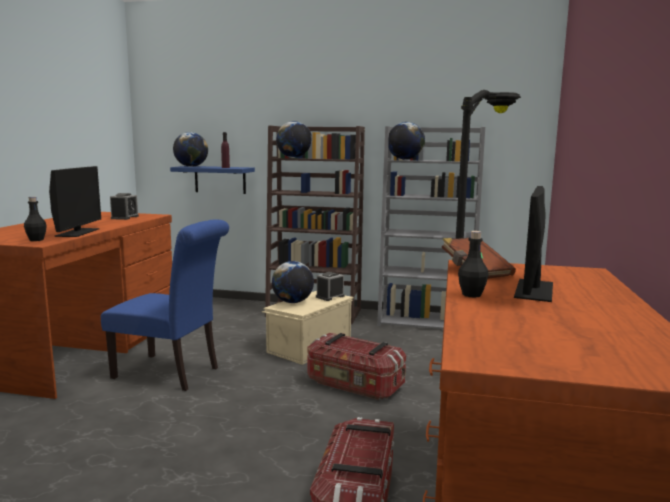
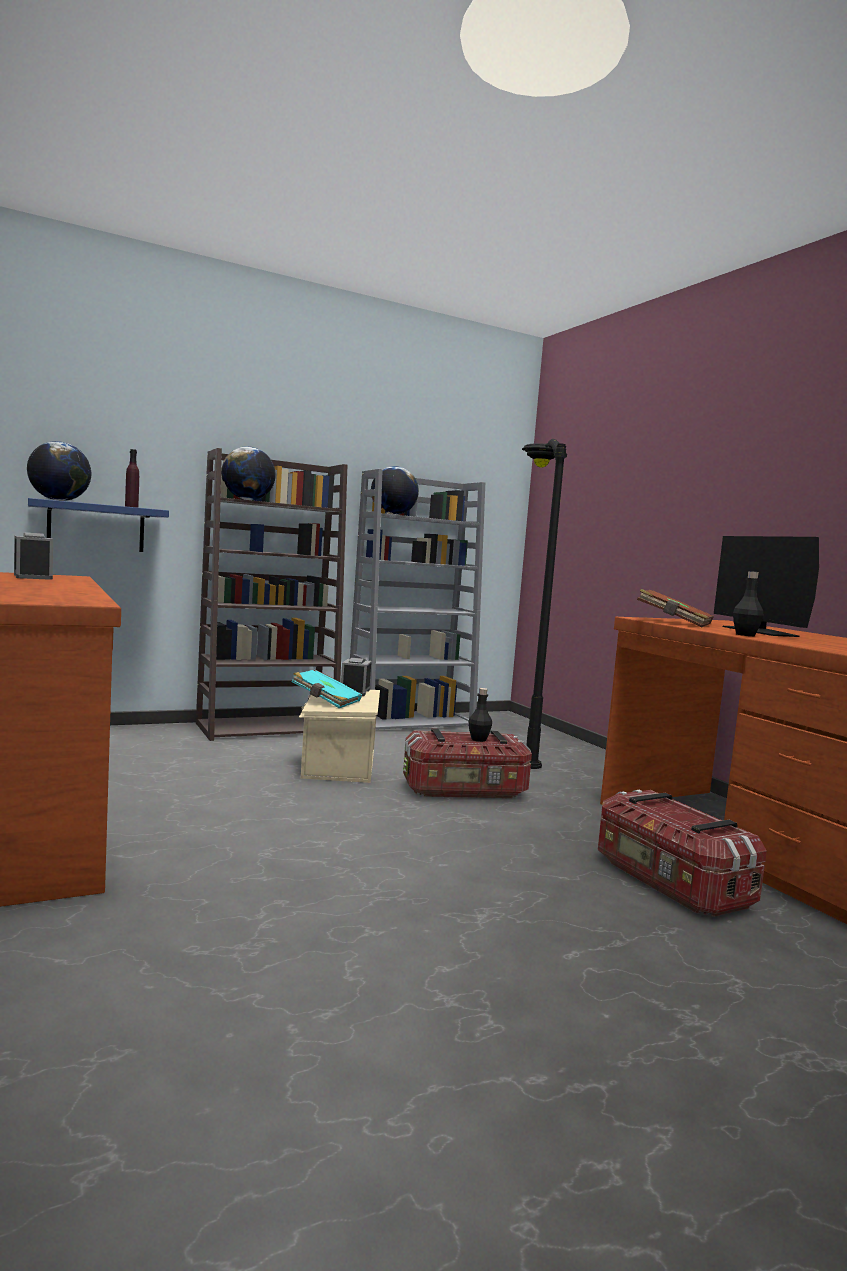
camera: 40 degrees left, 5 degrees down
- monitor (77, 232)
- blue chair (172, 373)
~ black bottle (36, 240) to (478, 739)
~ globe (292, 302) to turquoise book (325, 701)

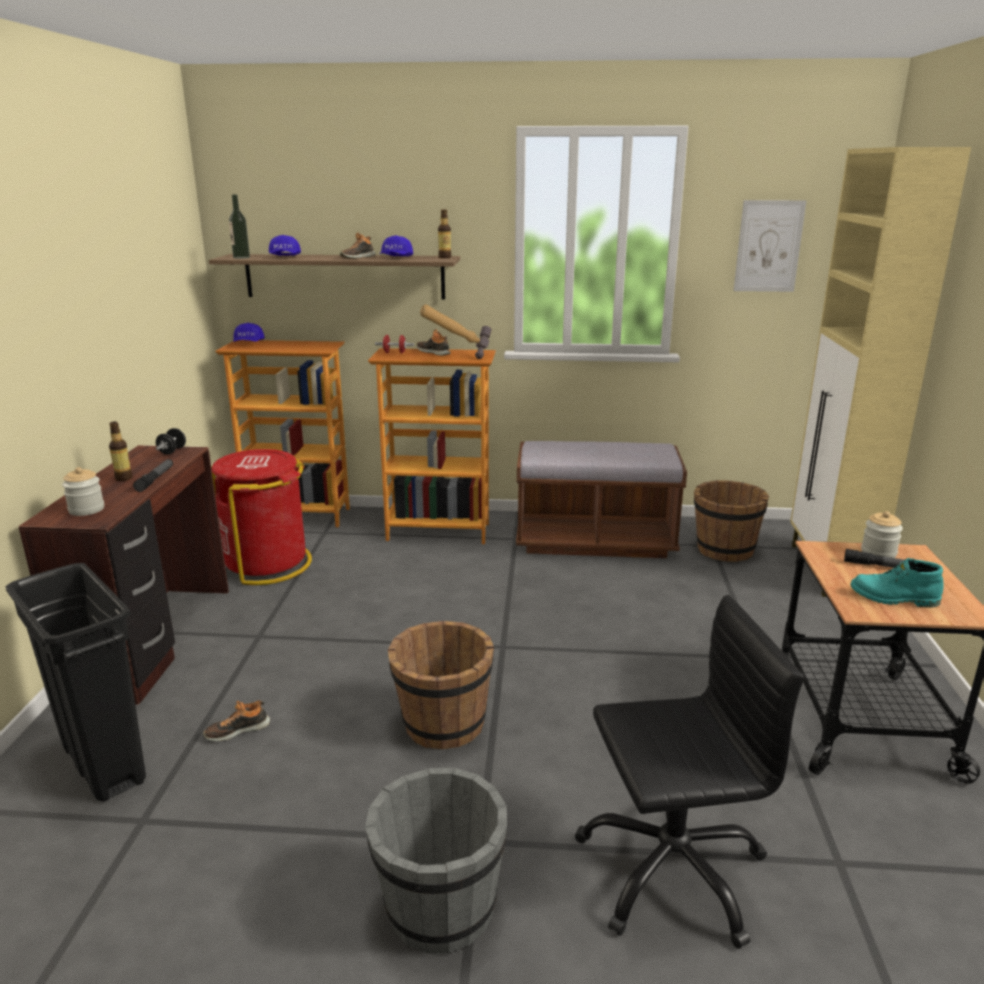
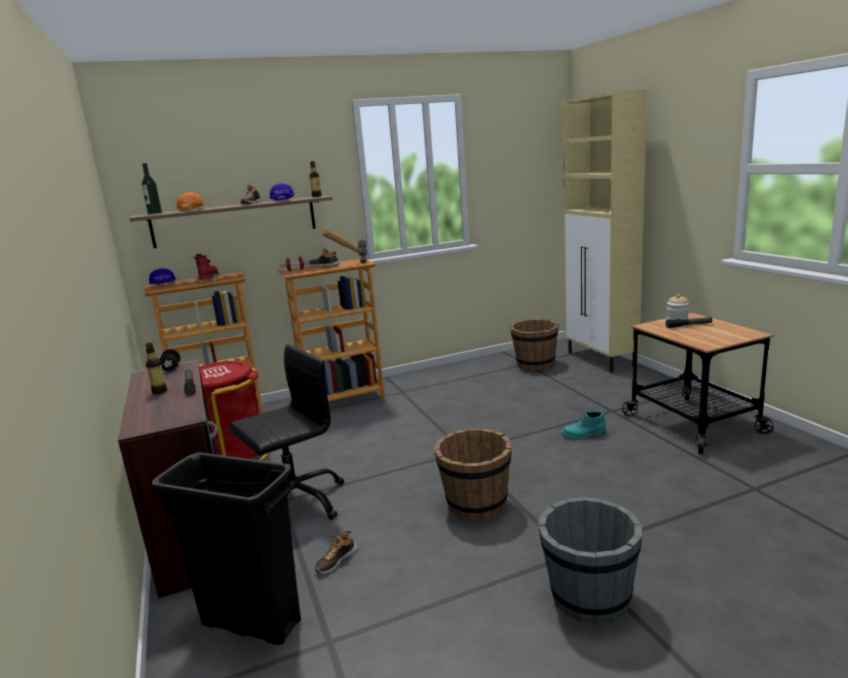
camera: 25 degrees left, 5 degrees down
- jar (86, 509)
- brown bench (594, 541)
- picture (768, 246)
+ red boot (209, 280)
~ black office chair (671, 869) to (294, 503)
~ turquoise boot (893, 598) to (583, 435)
~ blue cap (284, 257) to orange cap (192, 210)

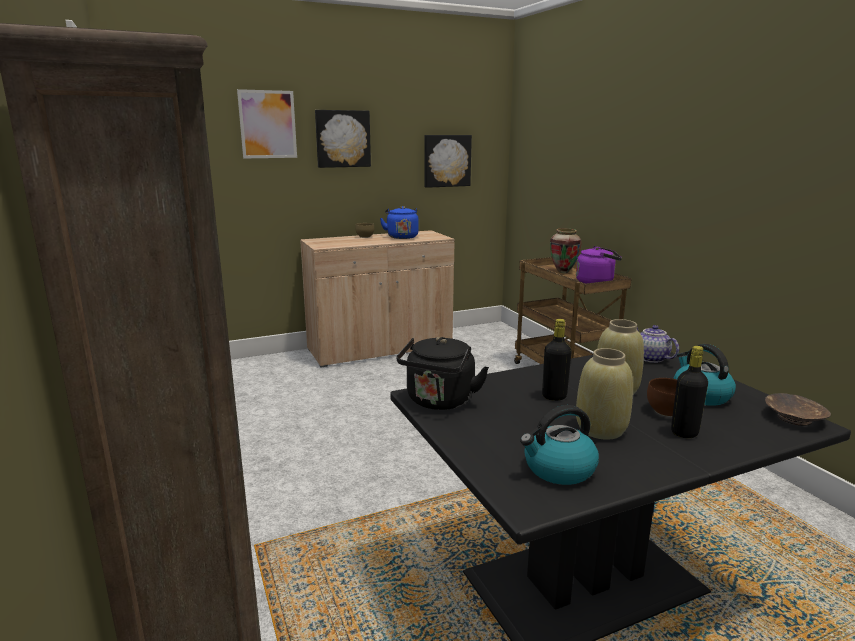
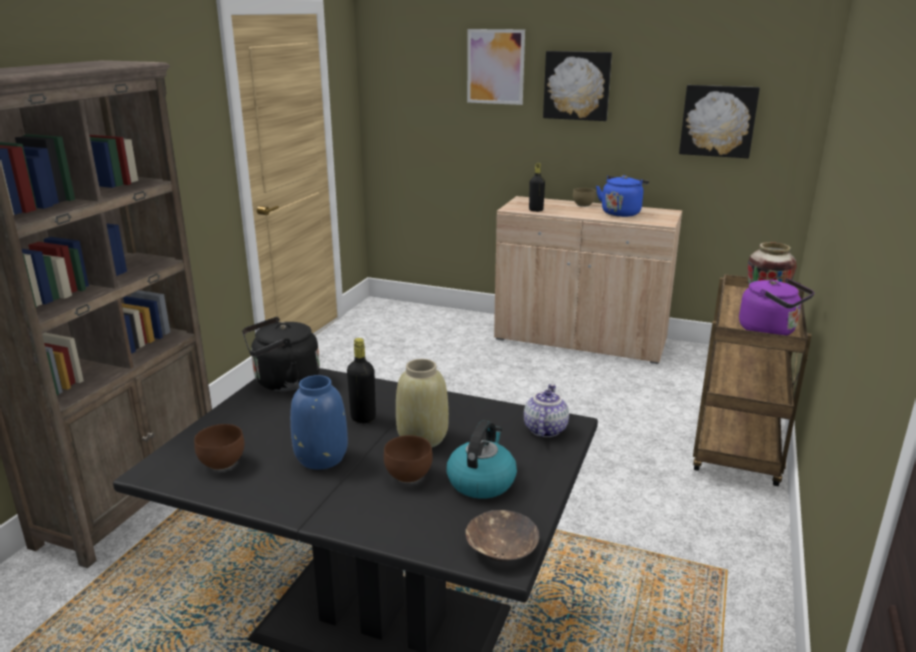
camera: 45 degrees right, 5 degrees up
~ black bottle (684, 433) to (536, 210)
~ kettle (558, 469) to brown bowl (222, 464)
~ beige vase (600, 429) to blue vase (322, 457)

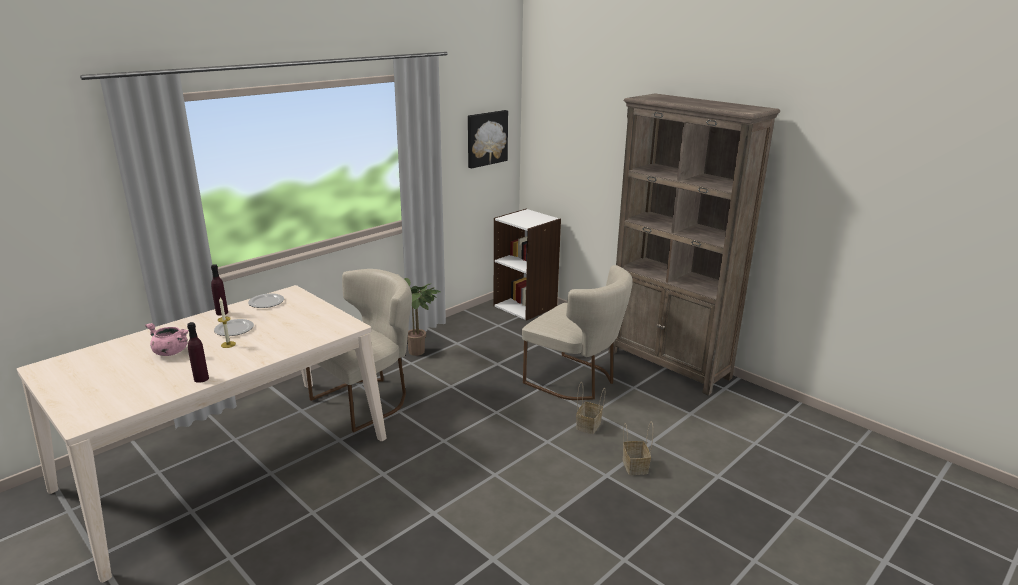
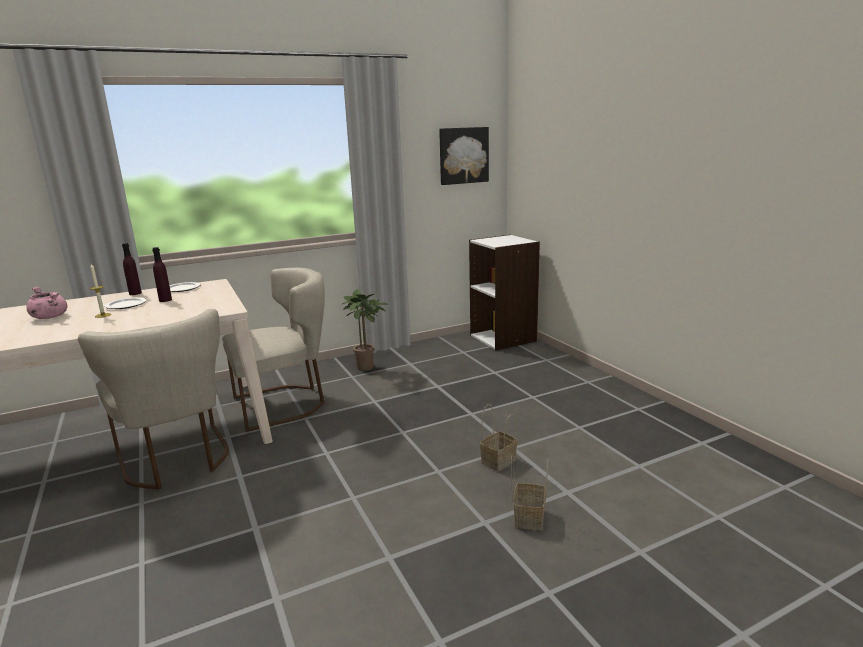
camera: 20 degrees right, 5 degrees down
- brown bookcase (669, 365)
~ purple bottle (201, 379) to (165, 300)
~ beige chair (576, 381) to (177, 461)

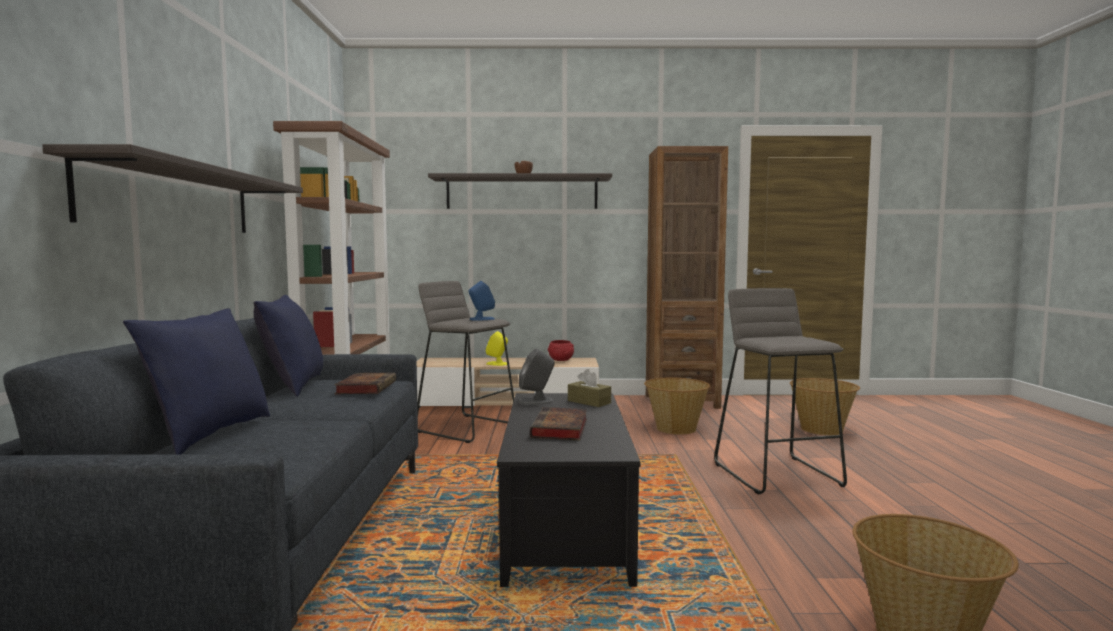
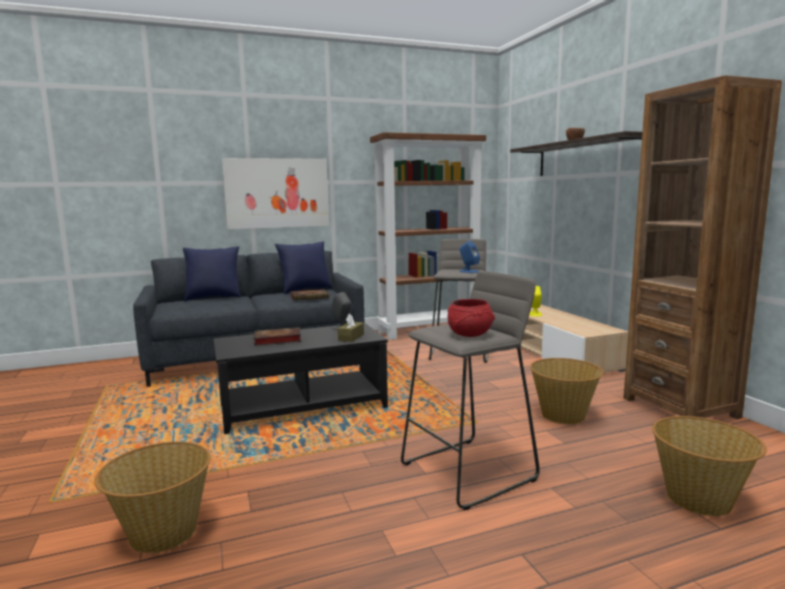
camera: 70 degrees right, 5 degrees up
~ red bowl (561, 360) to (470, 334)
~ shelf (174, 200) to picture (277, 193)

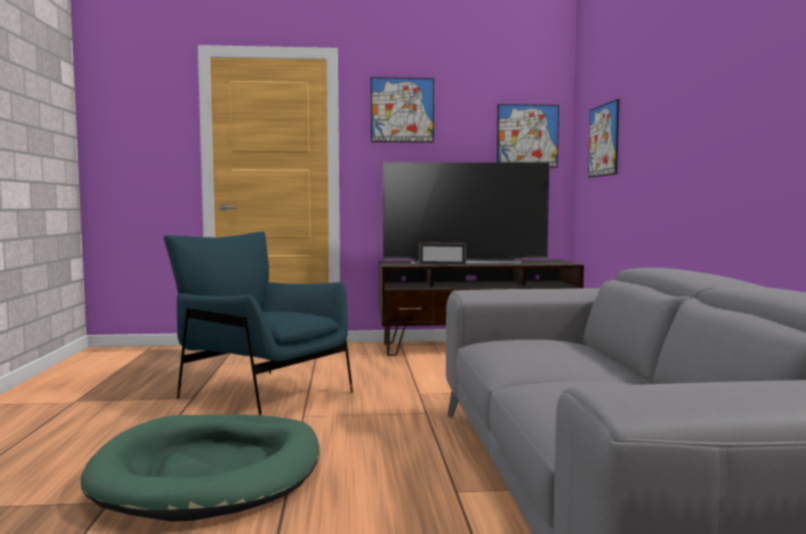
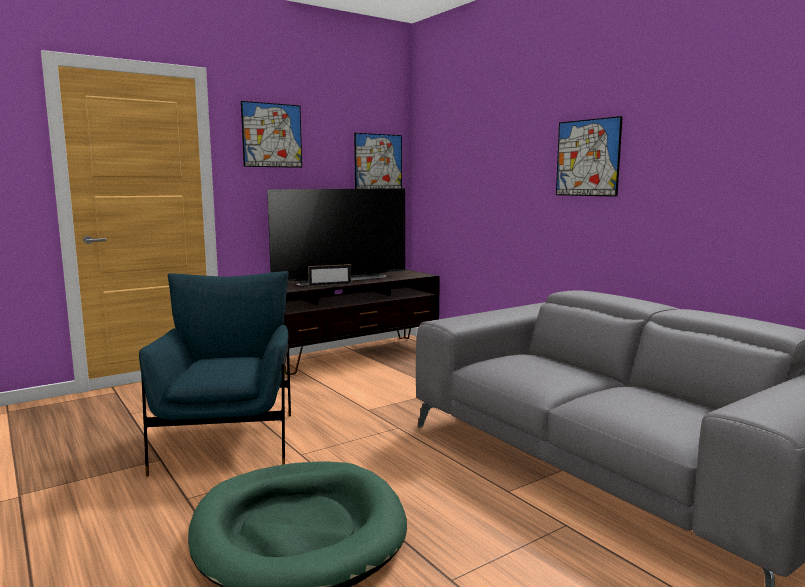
camera: 30 degrees left, 5 degrees up
~ picture (603, 140) to (587, 158)
~ blue armchair (262, 394) = (228, 440) 75 degrees clockwise

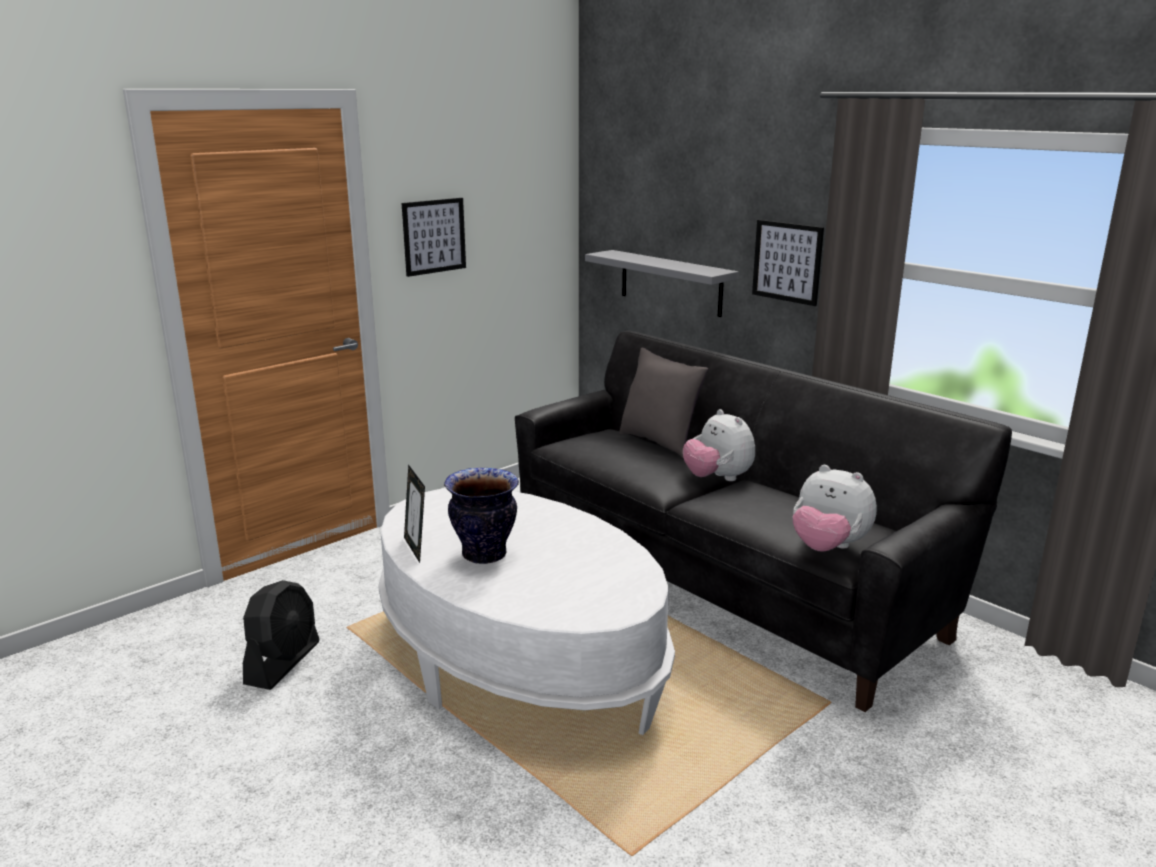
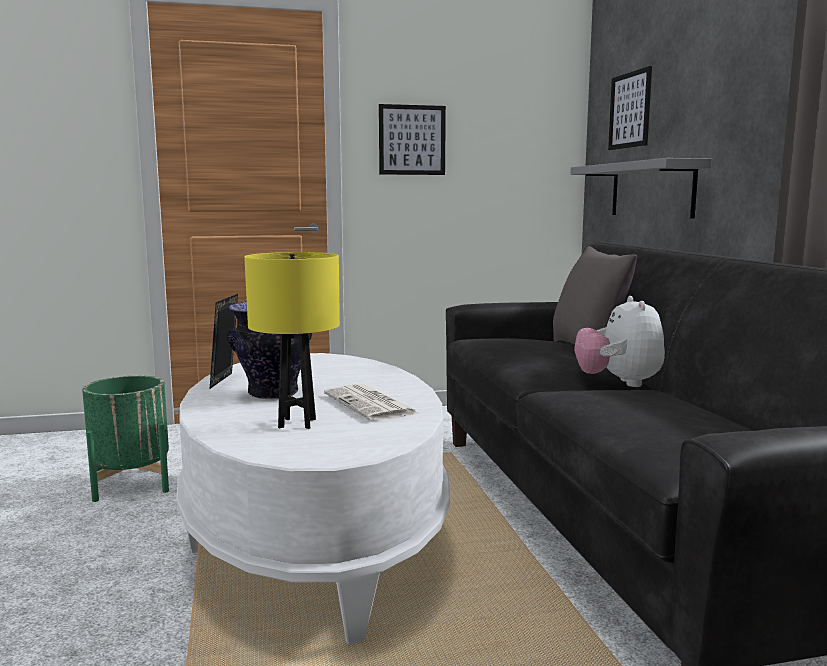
camera: 30 degrees right, 10 degrees down
- plush toy (828, 547)
+ yellow table lamp (297, 423)
+ newspaper (371, 404)
~ picture (787, 262) to (630, 110)
~ black fan (283, 663) to green planter (131, 484)

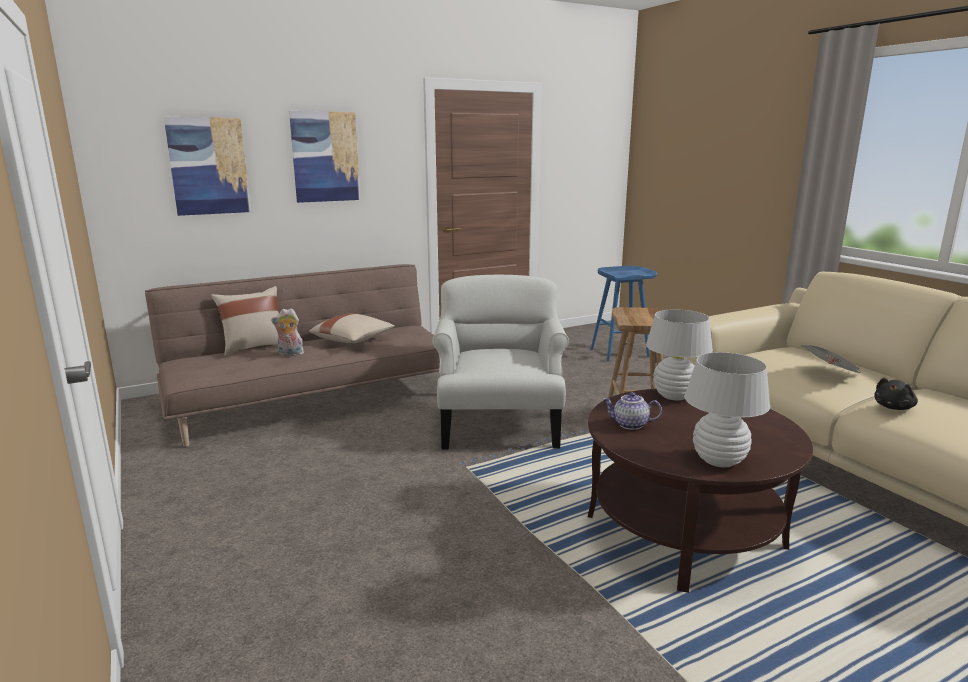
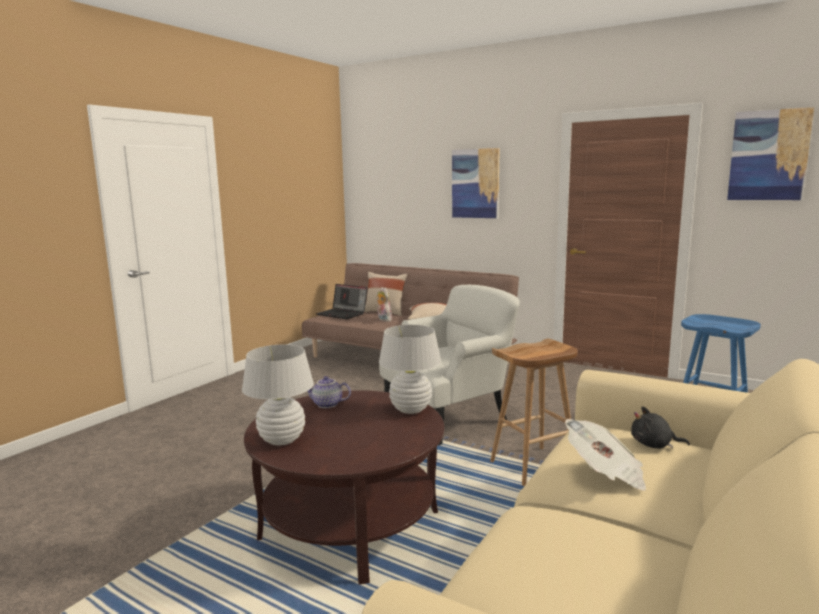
camera: 60 degrees right, 5 degrees down
+ laptop (343, 314)
~ picture (208, 166) to (768, 155)
~ black plush toy (893, 407) to (654, 445)
~ teapot (630, 425) = (326, 404) 60 degrees counterclockwise

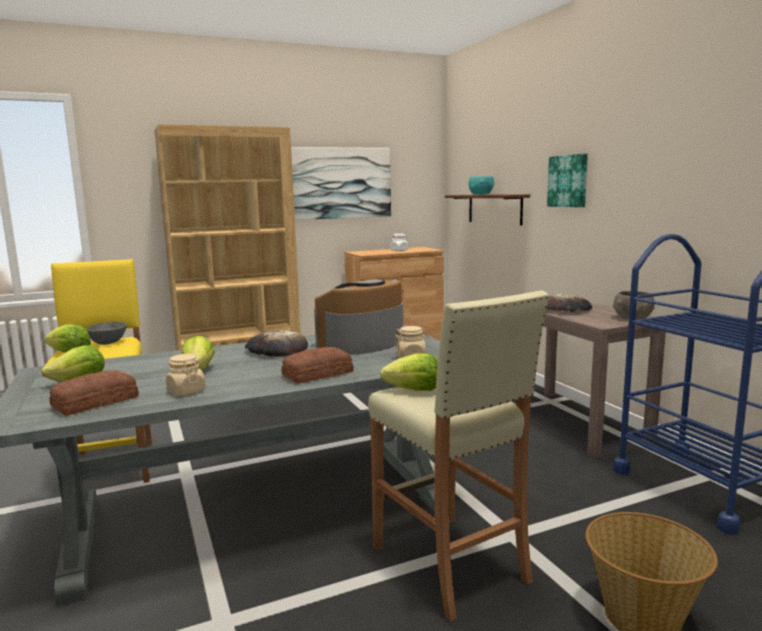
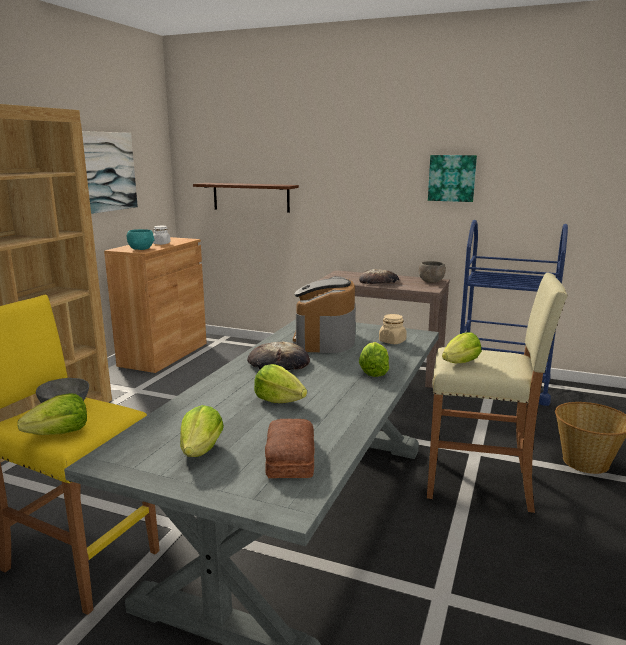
camera: 45 degrees left, 5 degrees up
- beige jar (186, 391)
~ turquoise bowl (481, 194) to (141, 249)
~ picture (568, 181) to (452, 178)
~ bread (316, 374) to lettuce (373, 372)

